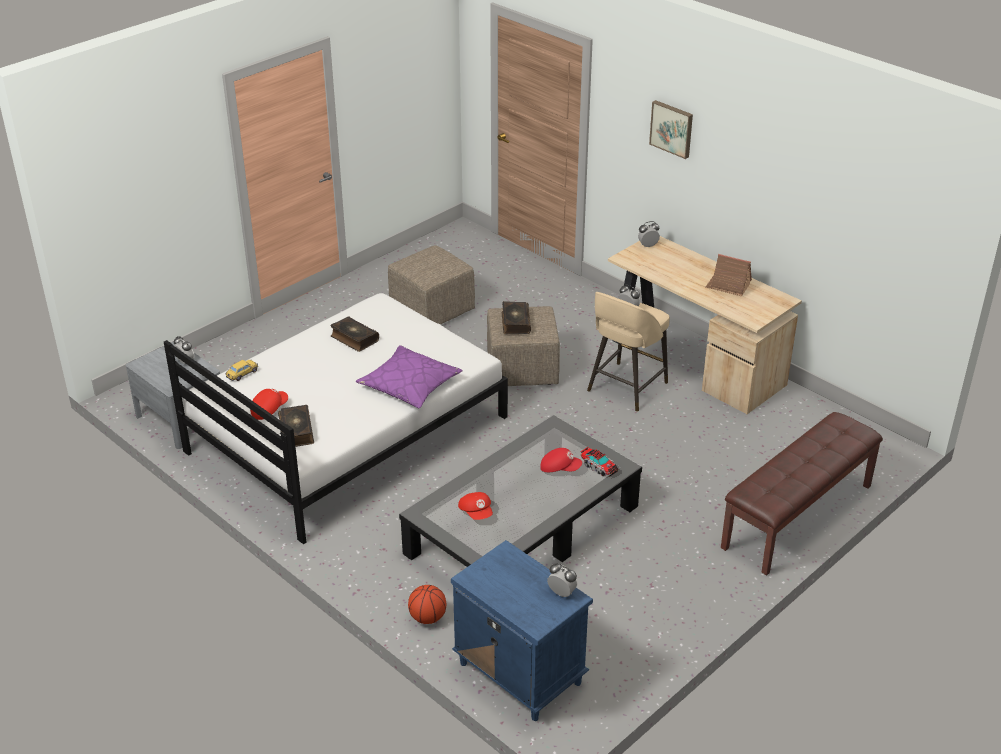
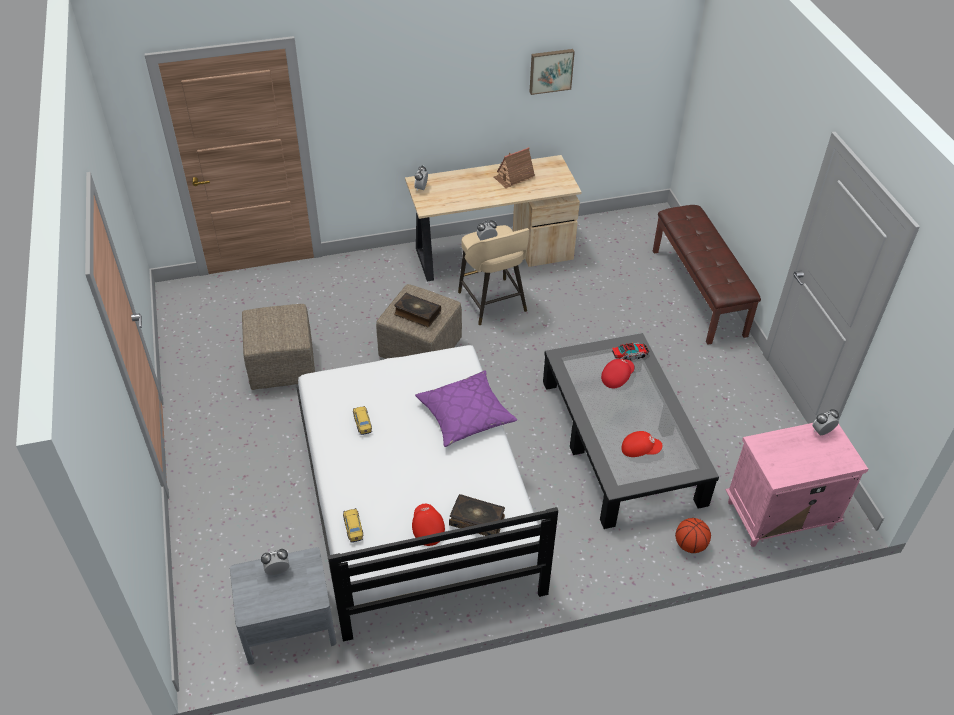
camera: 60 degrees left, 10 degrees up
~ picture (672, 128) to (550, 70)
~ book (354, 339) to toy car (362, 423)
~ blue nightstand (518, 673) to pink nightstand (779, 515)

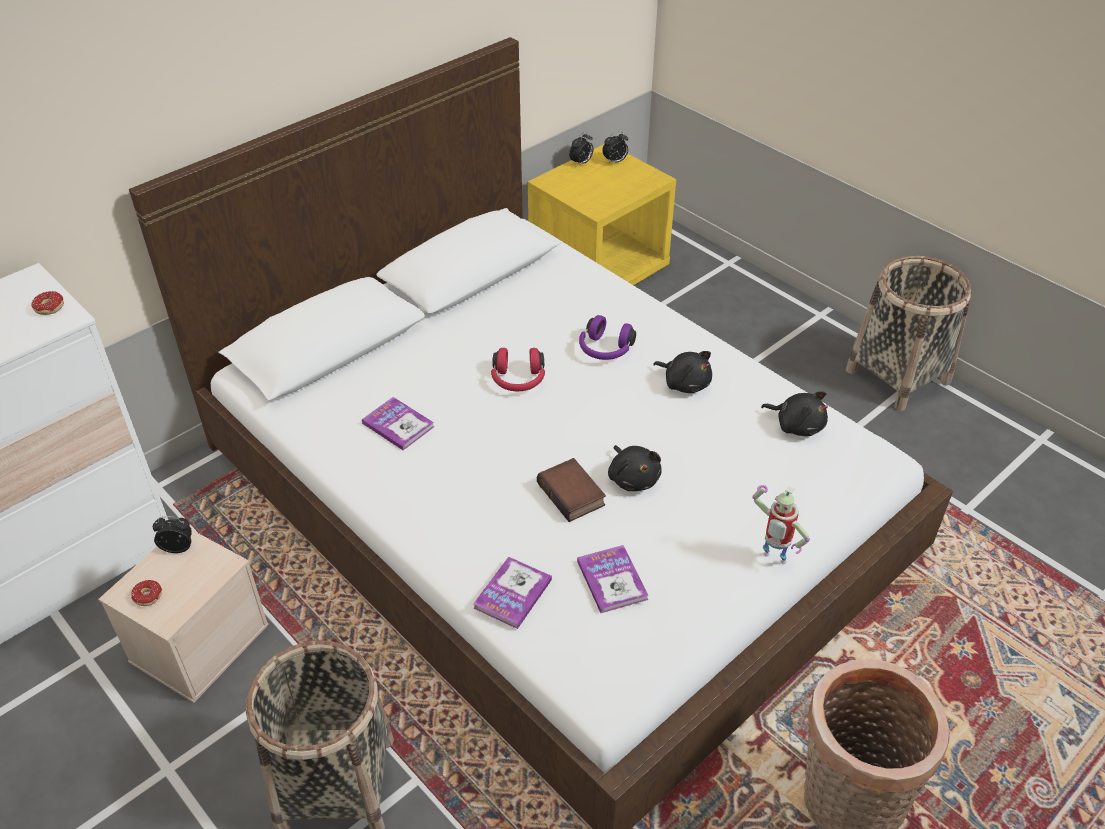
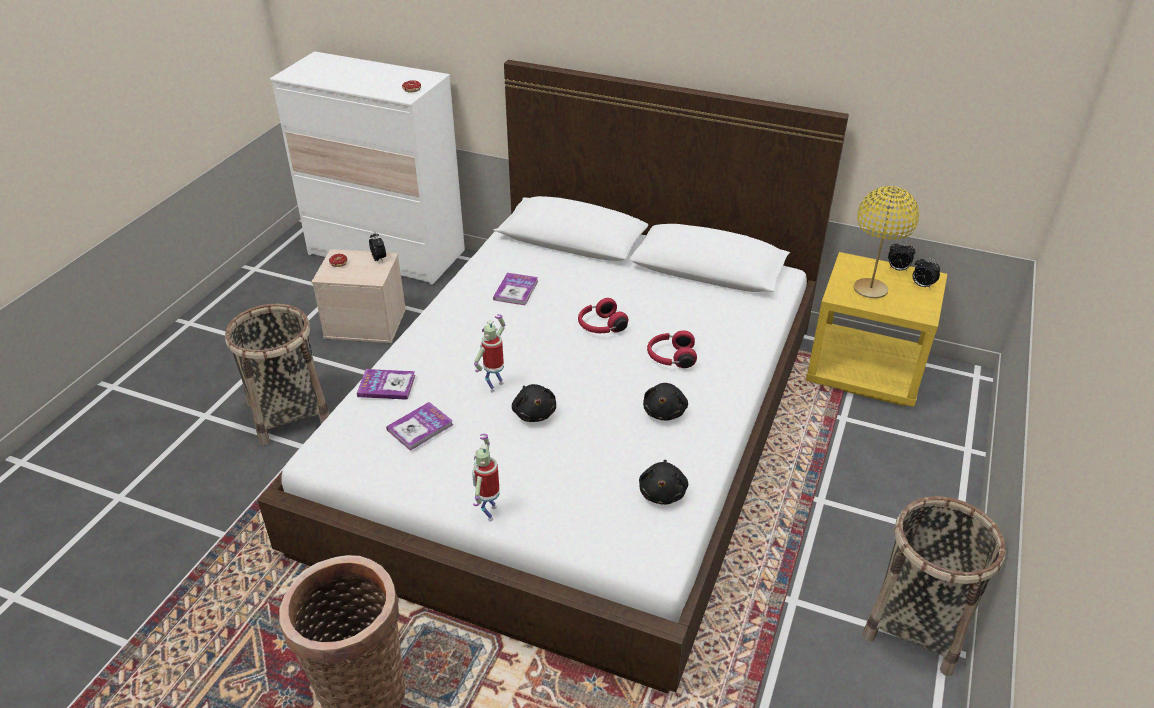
camera: 65 degrees right, 5 degrees down
+ yellow table lamp (870, 290)
~ book (573, 494) to toy robot (494, 385)
~ purple headphones (605, 350) to red headphones (670, 358)
~ black plush toy (633, 478) = (534, 412) 60 degrees counterclockwise

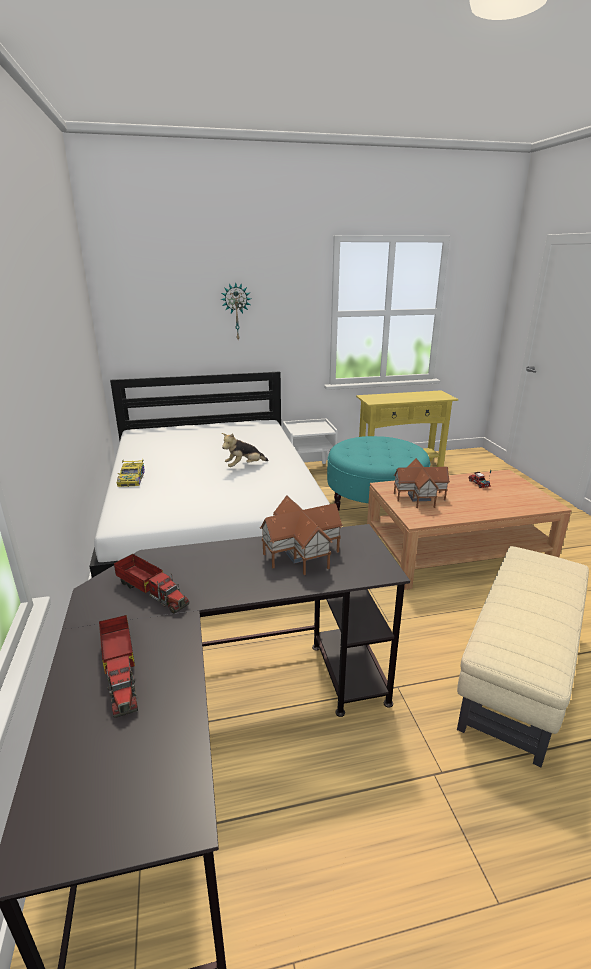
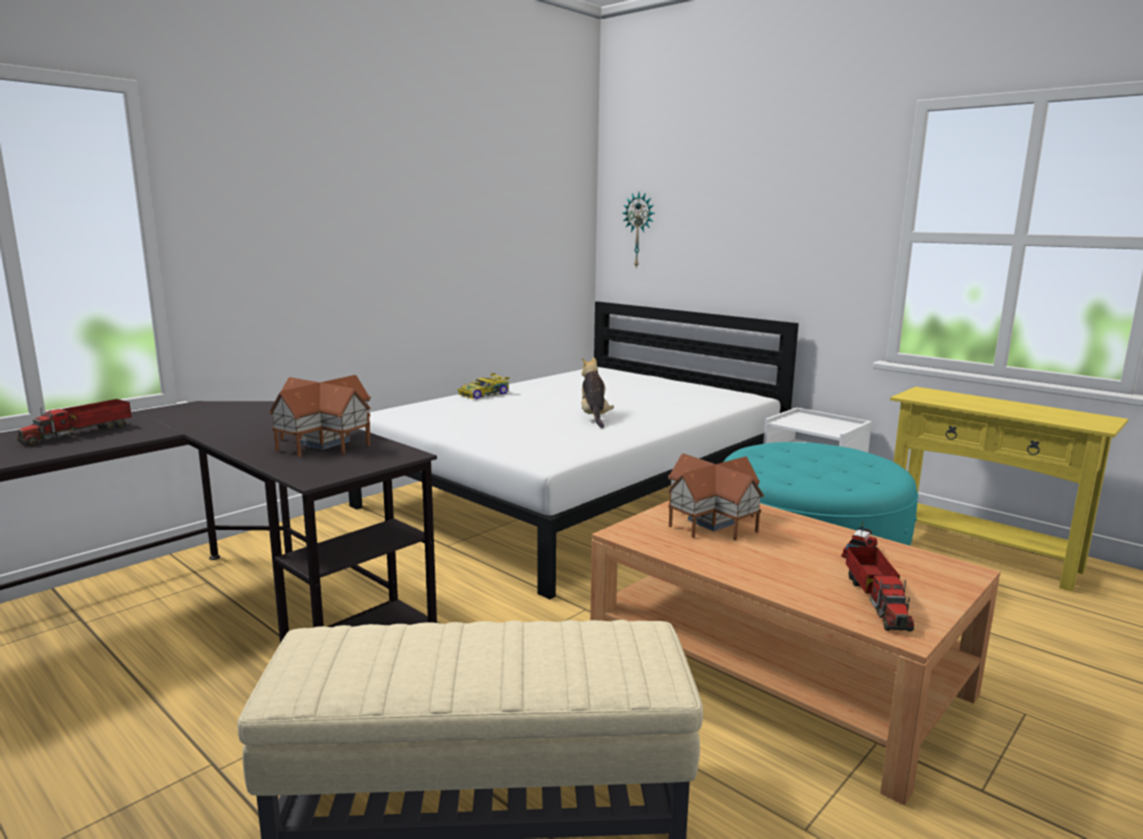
camera: 55 degrees right, 10 degrees down
~ toy truck (151, 591) to (877, 599)
~ wall clock (236, 312) to (639, 230)
~ plush toy (244, 466) = (594, 417) 60 degrees clockwise

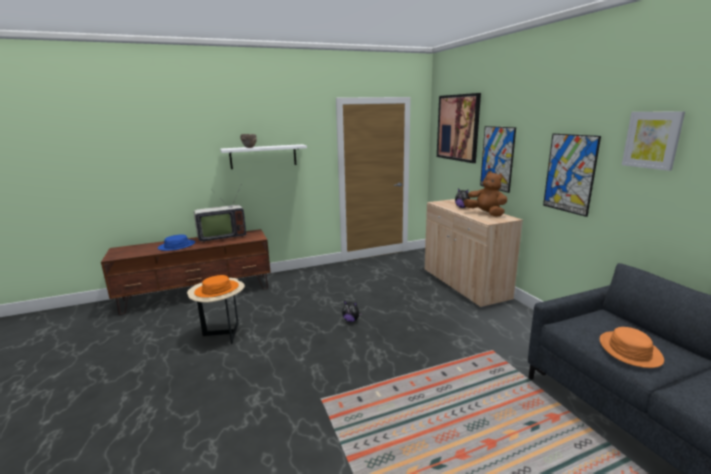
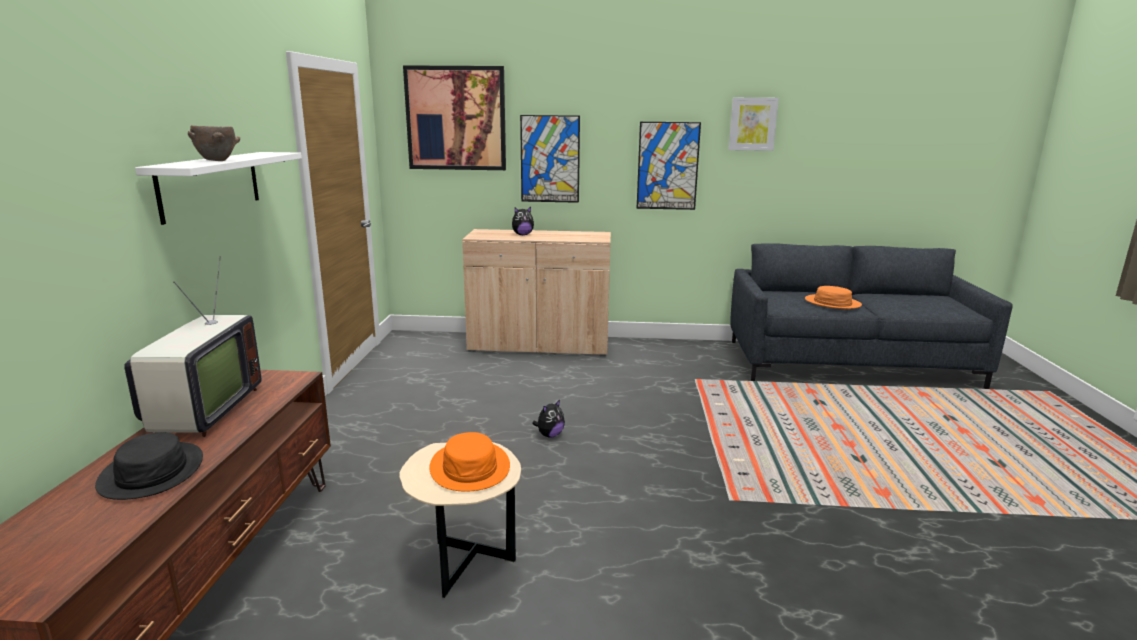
camera: 65 degrees left, 0 degrees up
- brown plush toy (486, 214)
~ blue hat (177, 246) to black hat (152, 472)

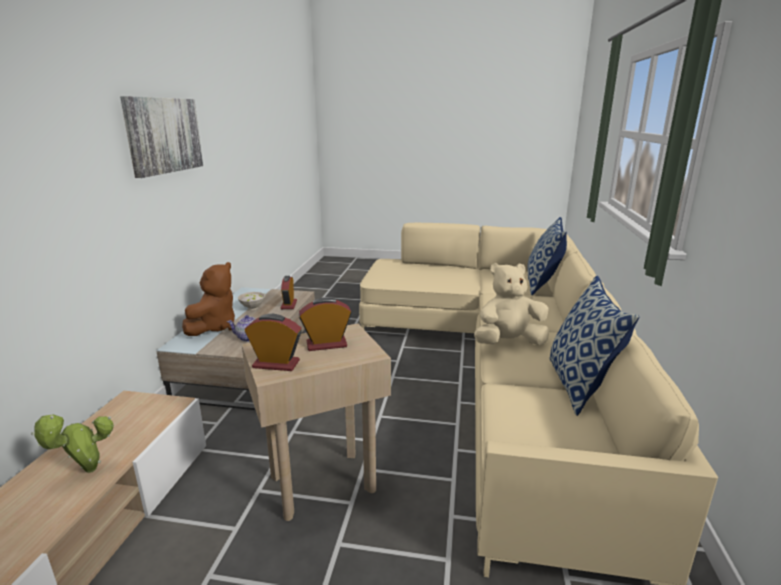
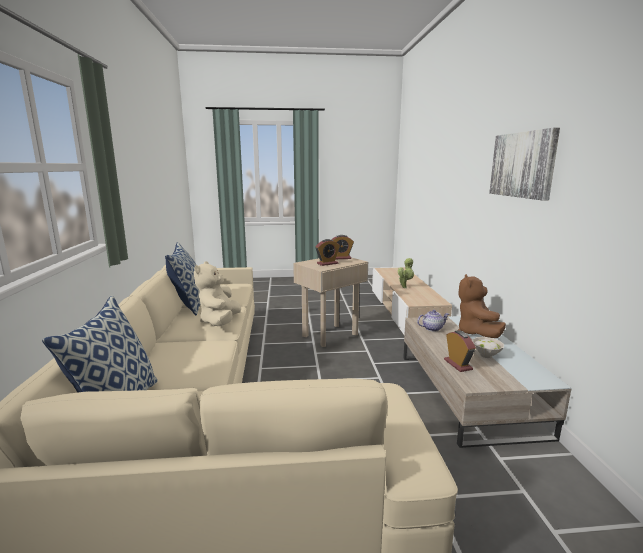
camera: 165 degrees right, 5 degrees down
~ beige plush toy (508, 343) = (220, 322) 120 degrees clockwise

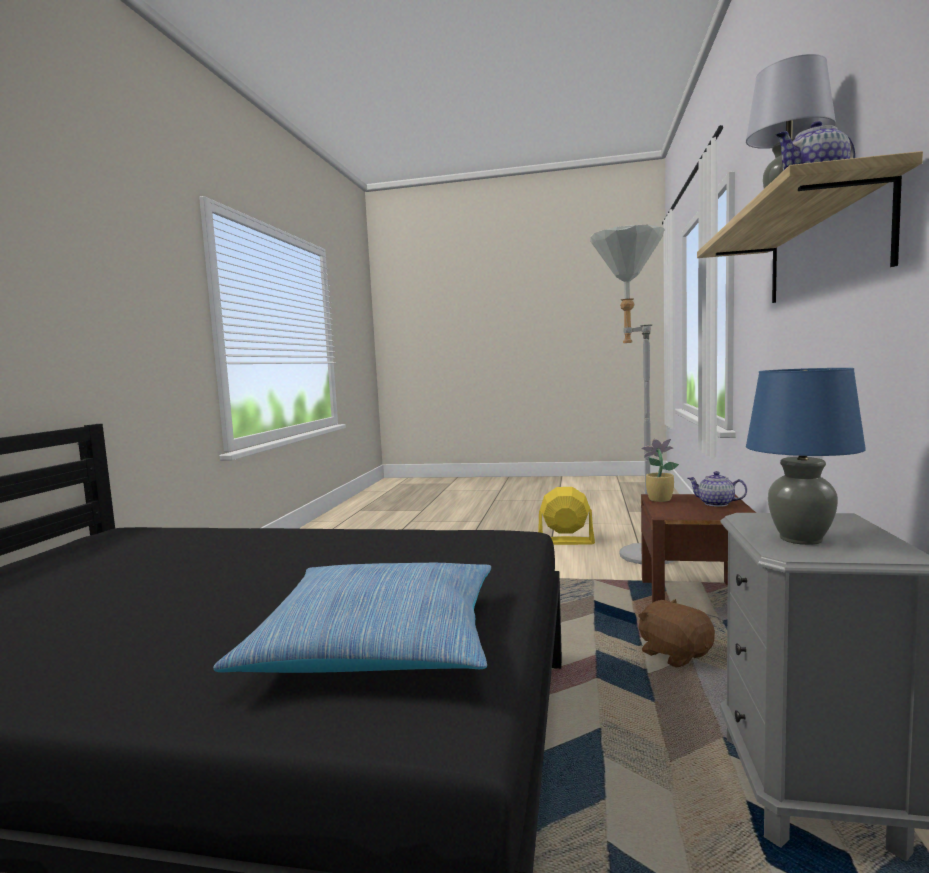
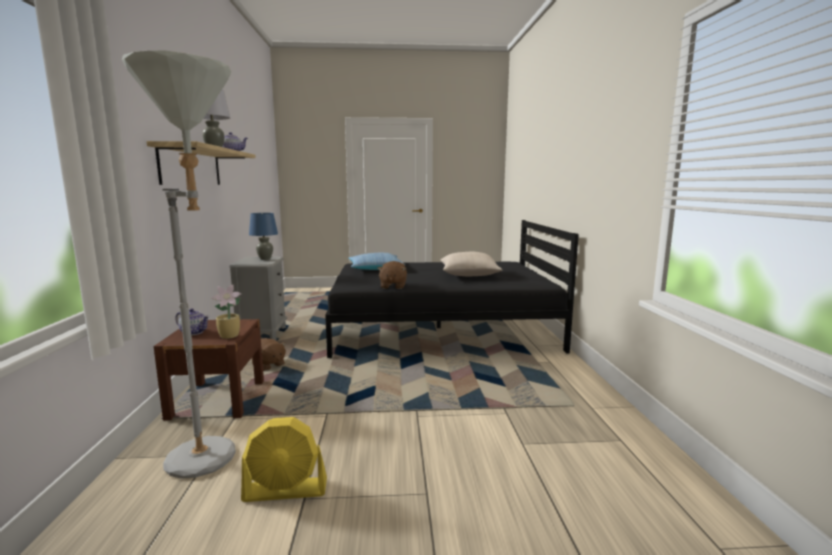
camera: 165 degrees right, 5 degrees up
+ brown plush toy (392, 286)
+ beige pillow (469, 275)

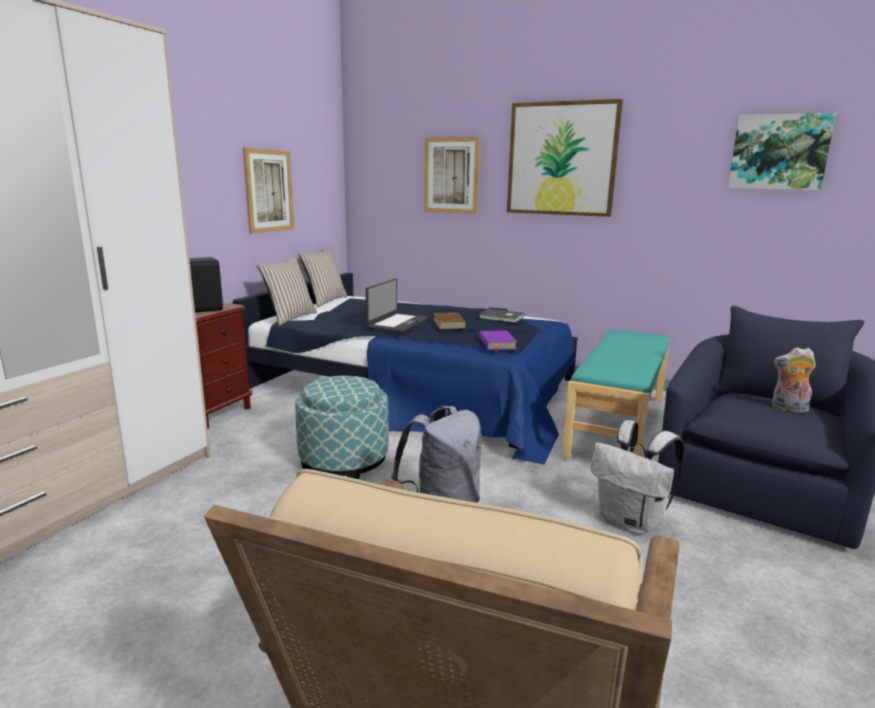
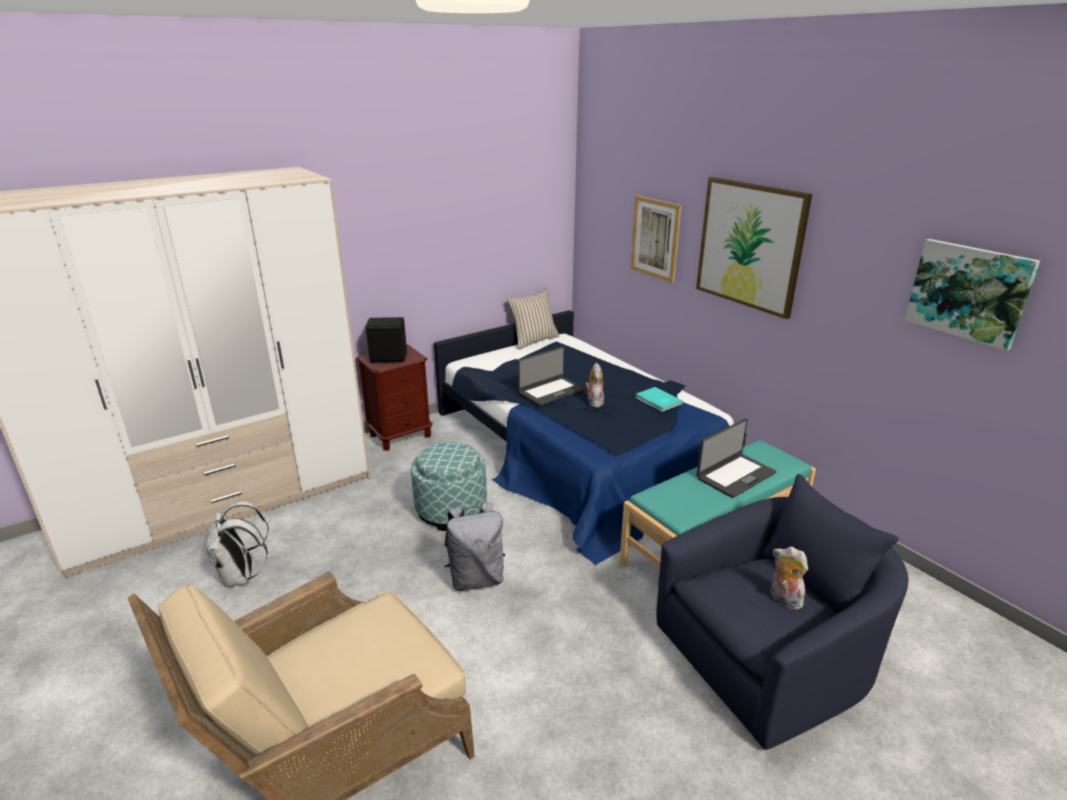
camera: 30 degrees right, 10 degrees up
- picture (269, 191)
- beige pillow (289, 318)
- purple book (497, 344)
+ laptop (735, 475)
~ white backpack (631, 522) to (241, 576)
~ brown book (449, 324) to plush toy (594, 402)
~ grey book (502, 317) to turquoise book (658, 401)

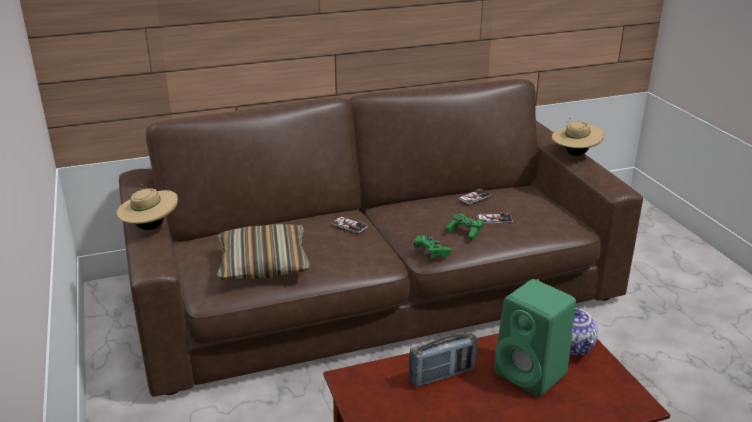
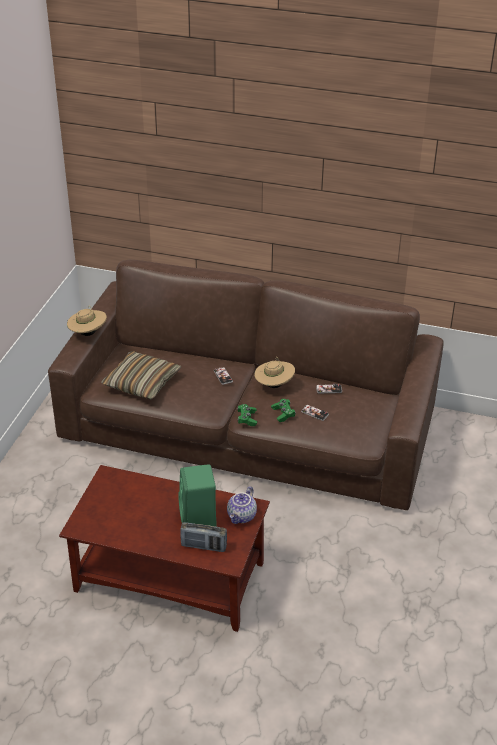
camera: 35 degrees right, 10 degrees up
~ radio (442, 375) to (203, 546)
~ beige hat (574, 154) to (274, 385)

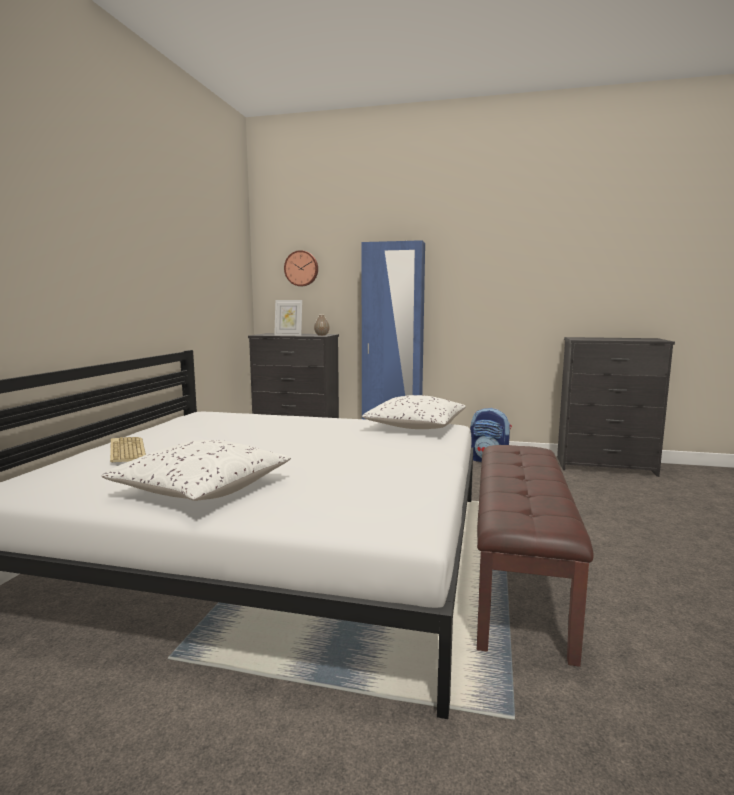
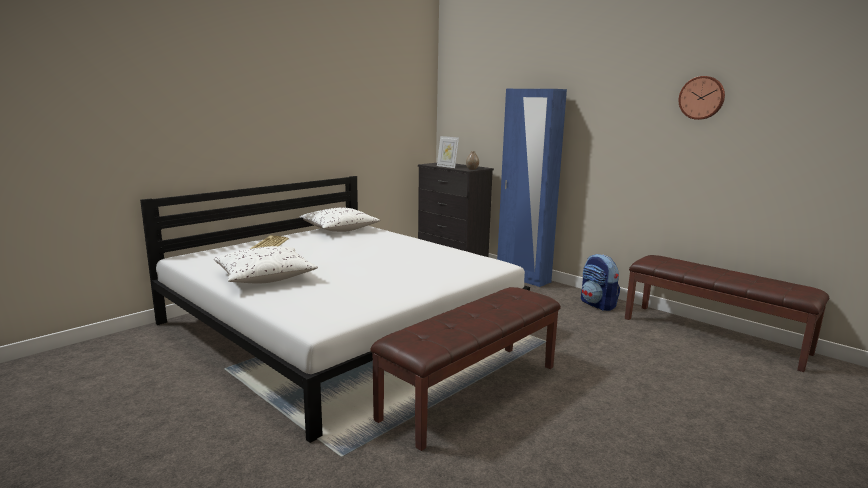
camera: 30 degrees right, 5 degrees up
~ wall clock (301, 268) to (702, 98)
~ white pillow (416, 426) to (339, 229)
~ black dresser (606, 466) to brown bench (713, 335)

